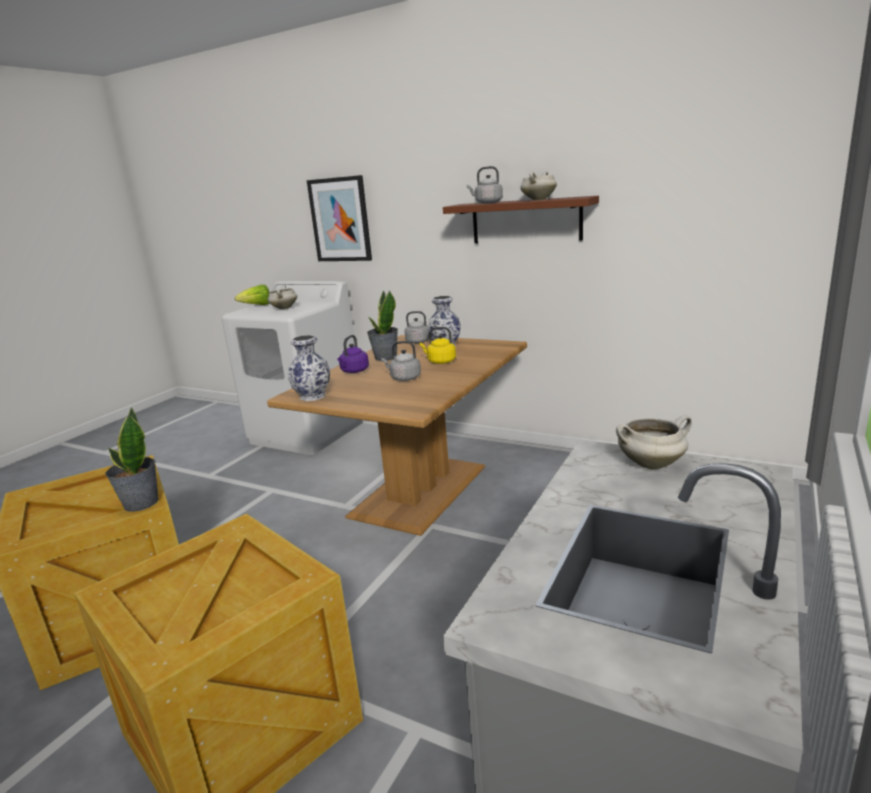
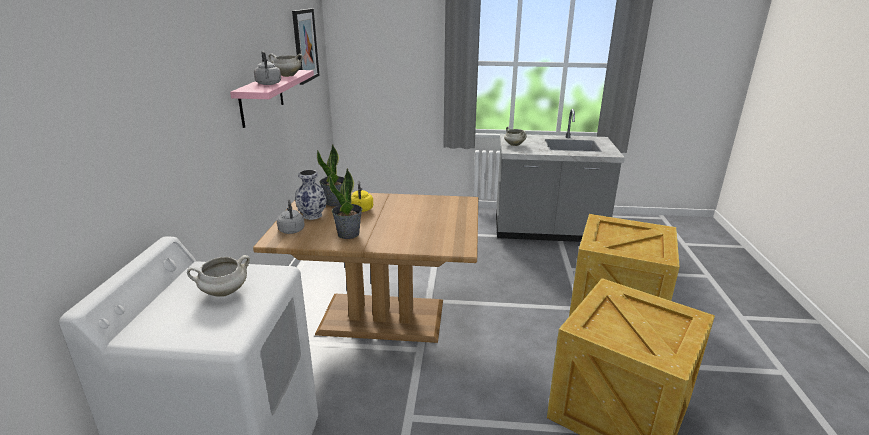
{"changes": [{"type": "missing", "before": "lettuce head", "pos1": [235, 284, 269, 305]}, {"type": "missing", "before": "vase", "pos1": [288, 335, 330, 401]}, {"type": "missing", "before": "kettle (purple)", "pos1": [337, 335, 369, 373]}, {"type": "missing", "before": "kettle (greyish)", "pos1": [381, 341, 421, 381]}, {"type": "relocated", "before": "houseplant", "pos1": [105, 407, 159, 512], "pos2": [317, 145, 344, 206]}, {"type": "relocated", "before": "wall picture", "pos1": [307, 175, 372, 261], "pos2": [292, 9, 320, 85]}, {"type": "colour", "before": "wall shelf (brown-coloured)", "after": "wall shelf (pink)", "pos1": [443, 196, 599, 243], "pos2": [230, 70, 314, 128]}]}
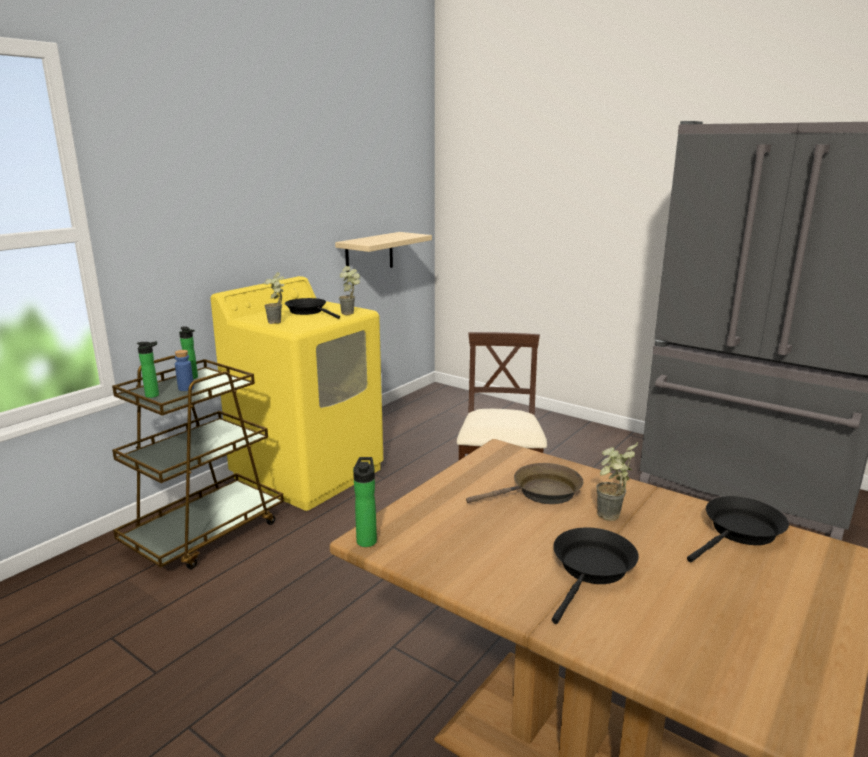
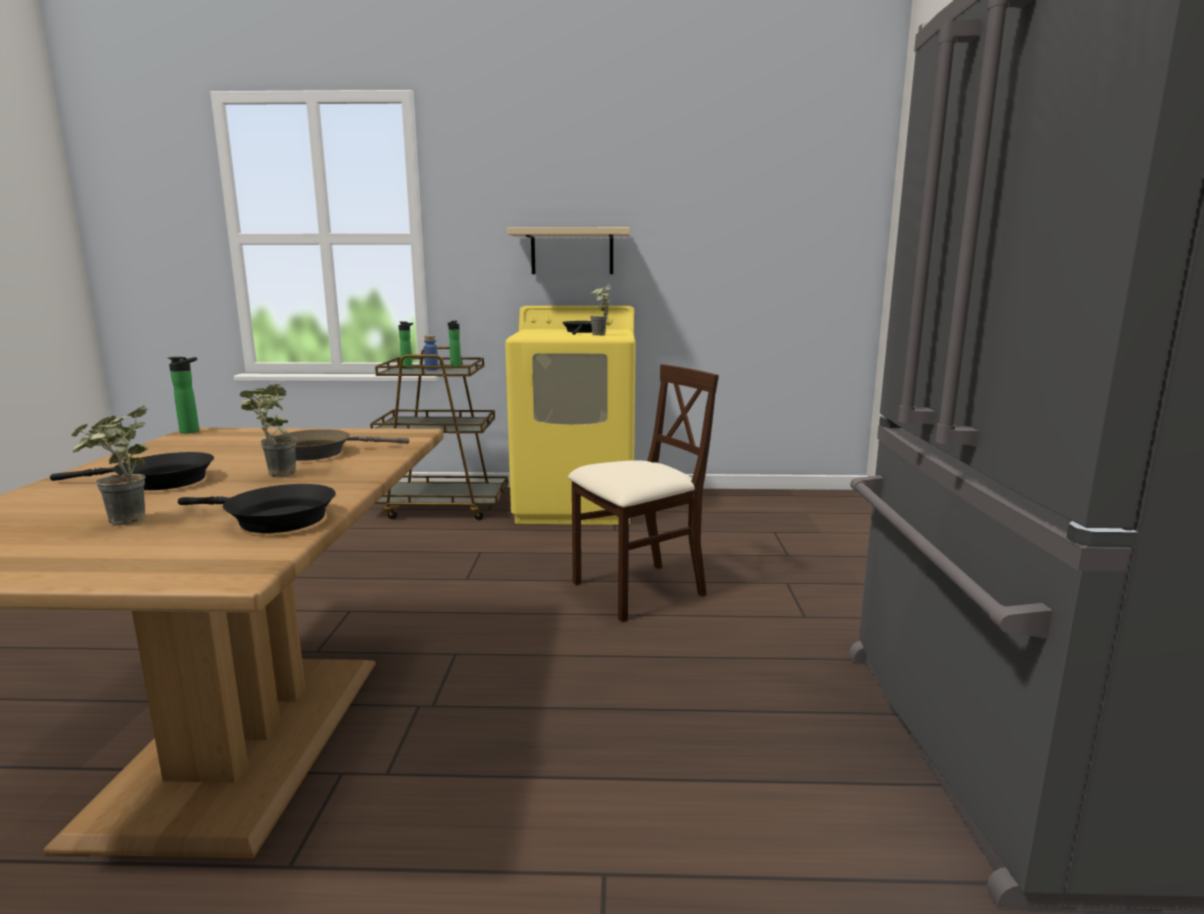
{"changes": [{"type": "relocated", "before": "houseplant", "pos1": [264, 272, 284, 324], "pos2": [72, 406, 148, 526]}, {"type": "relocated", "before": "wall shelf (sand-coloured)", "pos1": [335, 232, 432, 272], "pos2": [507, 227, 630, 274]}, {"type": "spun", "before": "frying pan (brown-coloured)", "pos1": [466, 463, 583, 504], "pos2": [277, 429, 409, 461], "turn": 120}]}
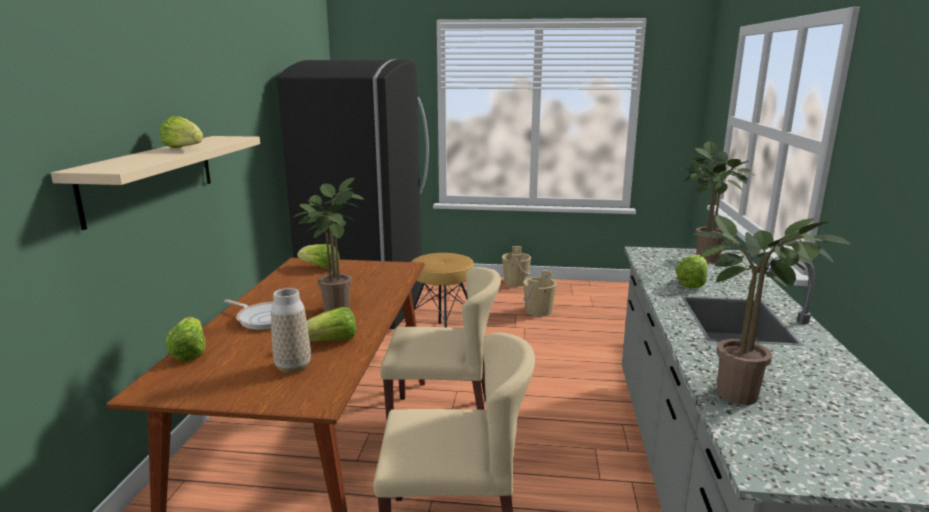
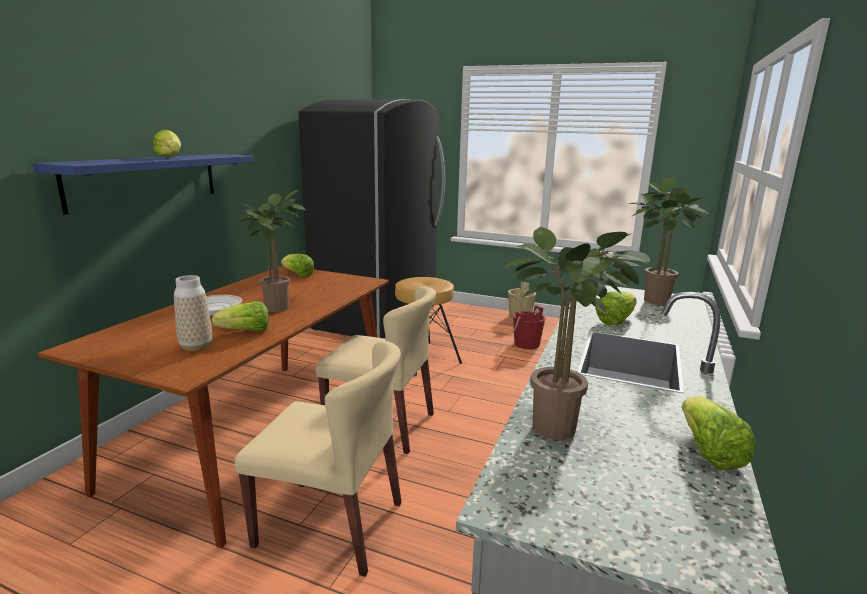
{"changes": [{"type": "relocated", "before": "lettuce head", "pos1": [166, 317, 206, 361], "pos2": [682, 396, 755, 470]}, {"type": "colour", "before": "wall shelf (sand-coloured)", "after": "wall shelf (blue-coloured)", "pos1": [51, 136, 260, 230], "pos2": [33, 154, 254, 215]}, {"type": "colour", "before": "water bucket (sand-coloured)", "after": "water bucket (reddish)", "pos1": [523, 270, 557, 316], "pos2": [512, 305, 545, 349]}]}
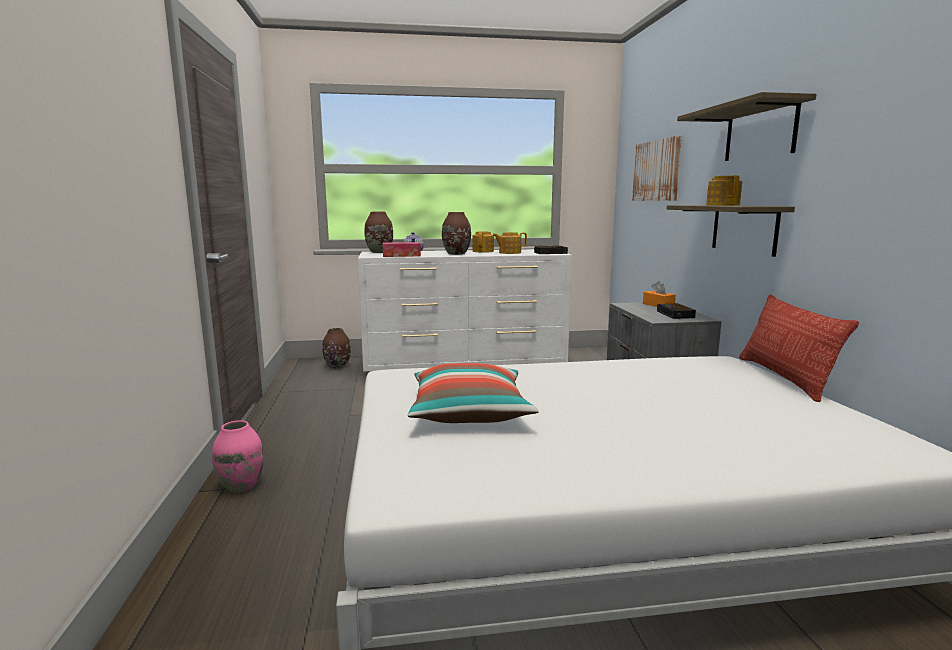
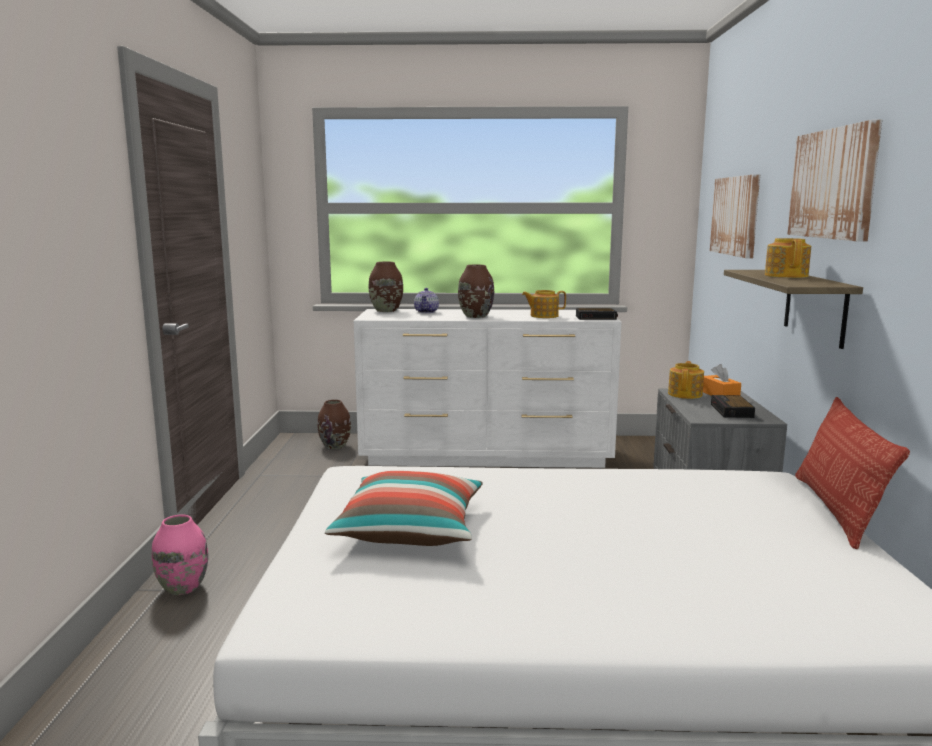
{"changes": [{"type": "missing", "before": "box of tissues", "pos1": [383, 242, 421, 257]}, {"type": "relocated", "before": "tea pot", "pos1": [472, 231, 494, 253], "pos2": [668, 361, 704, 399]}, {"type": "exchanged", "before": "wall shelf", "after": "wall picture", "pos1": [677, 92, 817, 161], "pos2": [787, 120, 882, 241]}]}
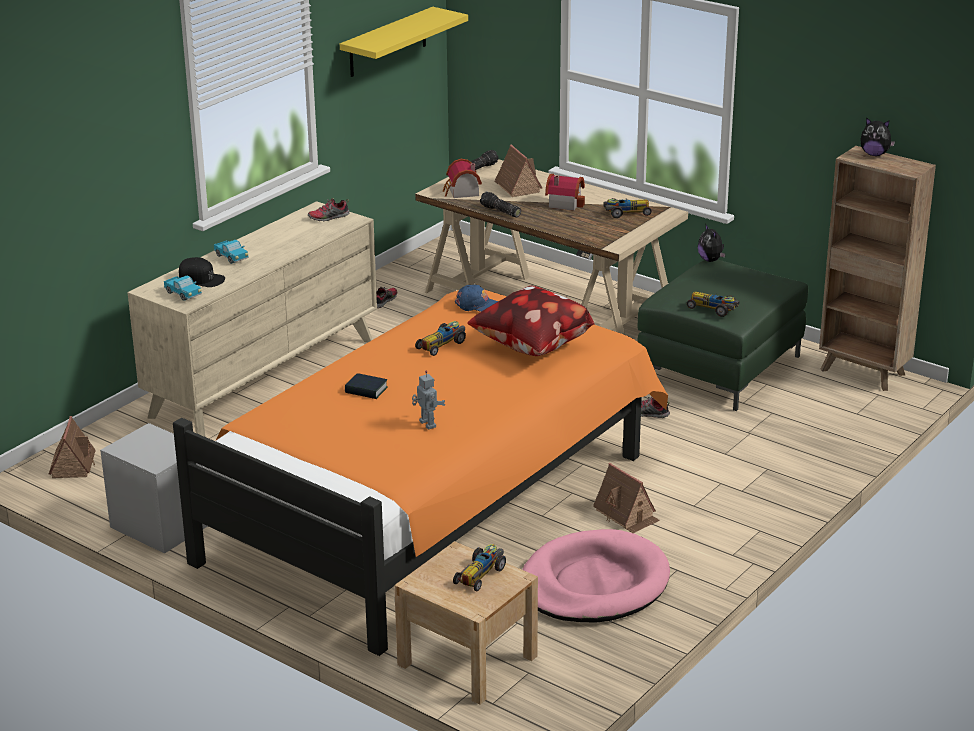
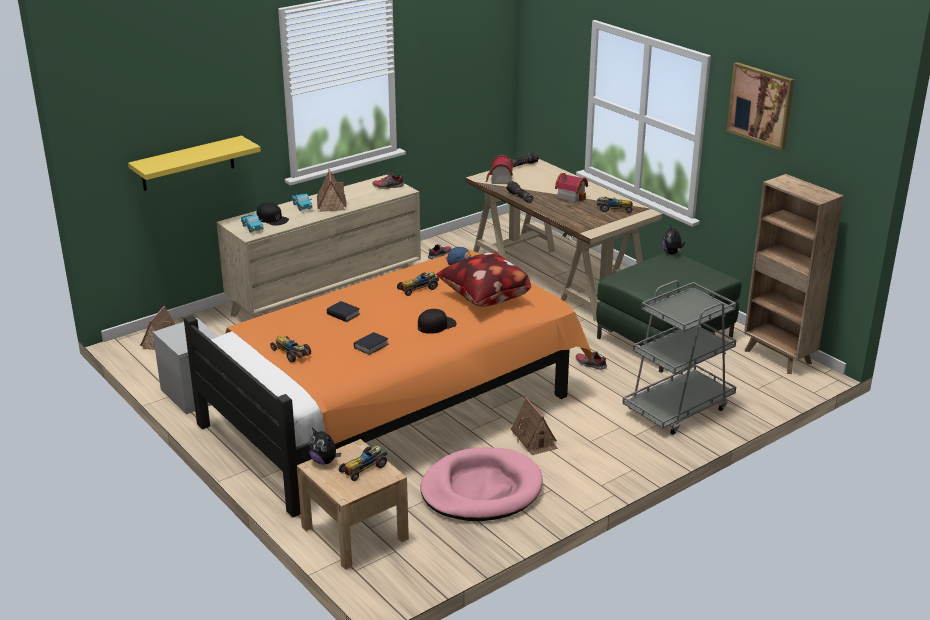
{"changes": [{"type": "appeared", "after": "cap (blackish)", "pos2": [418, 309, 457, 334]}, {"type": "appeared", "after": "wheeled cart (greyish)", "pos2": [622, 280, 736, 435]}, {"type": "appeared", "after": "wall picture", "pos2": [726, 62, 794, 151]}, {"type": "relocated", "before": "wall shelf (yellowish)", "pos1": [340, 7, 468, 77], "pos2": [128, 136, 261, 191]}, {"type": "relocated", "before": "model house", "pos1": [495, 145, 542, 197], "pos2": [317, 169, 347, 212]}, {"type": "relocated", "before": "model car", "pos1": [687, 292, 739, 317], "pos2": [270, 336, 311, 363]}, {"type": "relocated", "before": "soft toy", "pos1": [860, 117, 895, 156], "pos2": [308, 428, 341, 464]}, {"type": "exchanged", "before": "robot figure", "after": "bound book", "pos1": [412, 371, 445, 430], "pos2": [354, 332, 389, 355]}]}
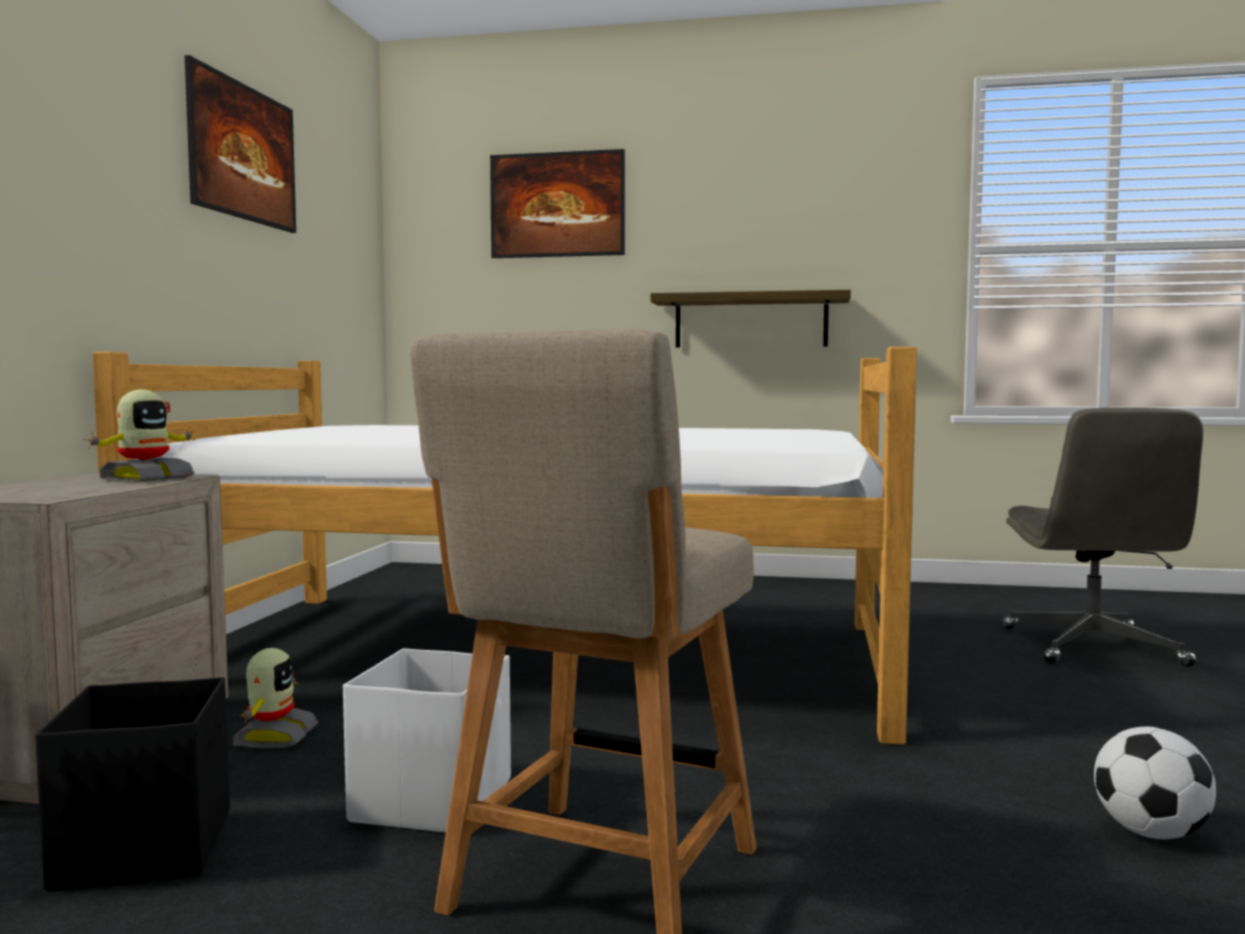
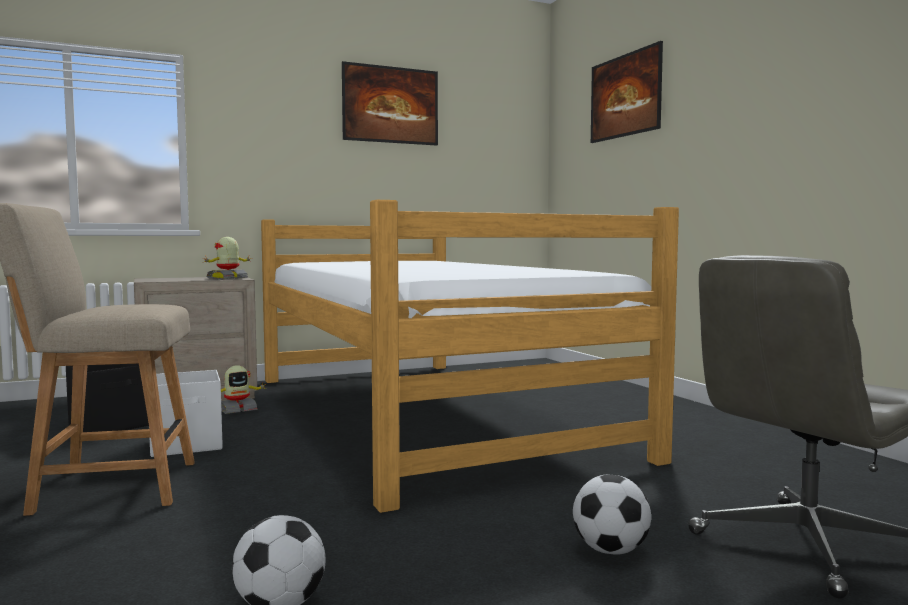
{"changes": [{"type": "missing", "before": "wall shelf", "pos1": [651, 290, 851, 347]}, {"type": "appeared", "after": "football ball", "pos2": [573, 475, 651, 555]}, {"type": "spun", "before": "robot figure", "pos1": [83, 389, 195, 483], "pos2": [202, 237, 251, 279], "turn": 135}]}
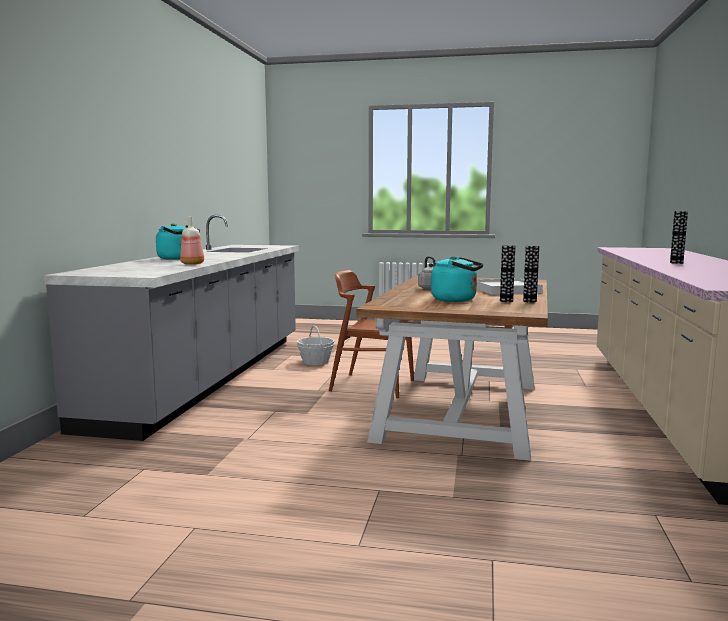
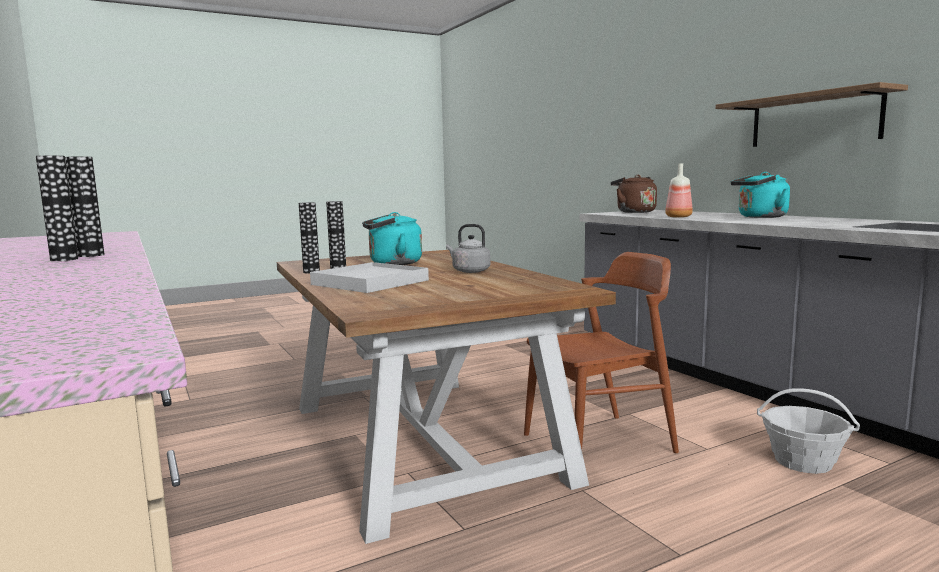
{"changes": [{"type": "appeared", "after": "vase", "pos2": [65, 157, 105, 257]}, {"type": "appeared", "after": "kettle (brown-coloured)", "pos2": [610, 175, 657, 213]}, {"type": "appeared", "after": "wall shelf", "pos2": [715, 82, 908, 147]}]}
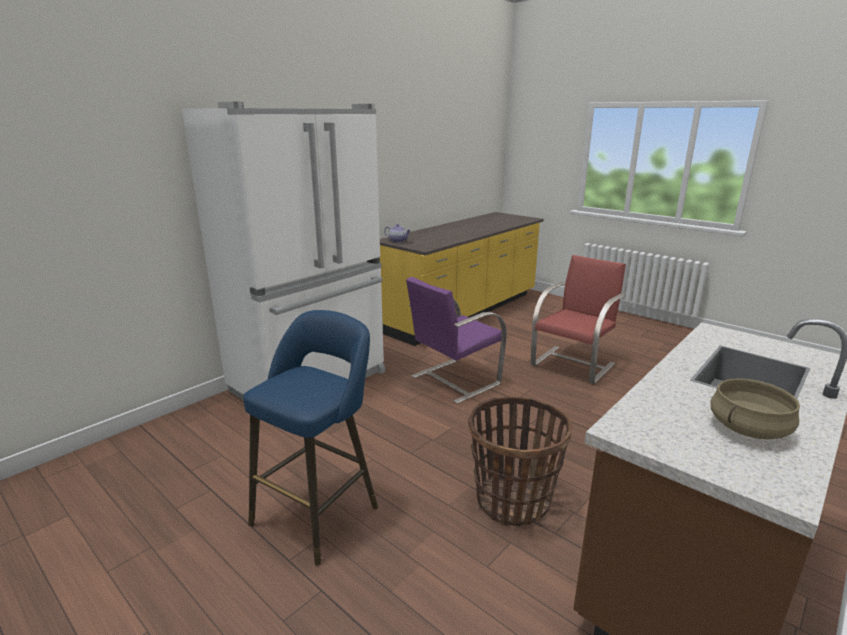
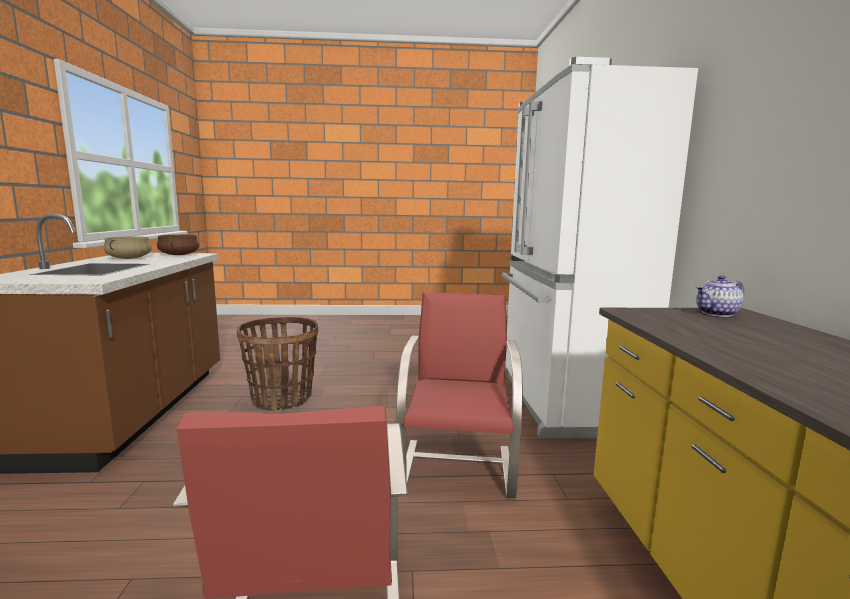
{"changes": [{"type": "missing", "before": "stool seat (blue-coloured)", "pos1": [243, 310, 378, 566]}, {"type": "appeared", "after": "saucepot (brown-coloured)", "pos2": [157, 235, 199, 255]}, {"type": "colour", "before": "chair (purple)", "after": "chair (reddish)", "pos1": [406, 277, 507, 404], "pos2": [396, 292, 523, 498]}]}
